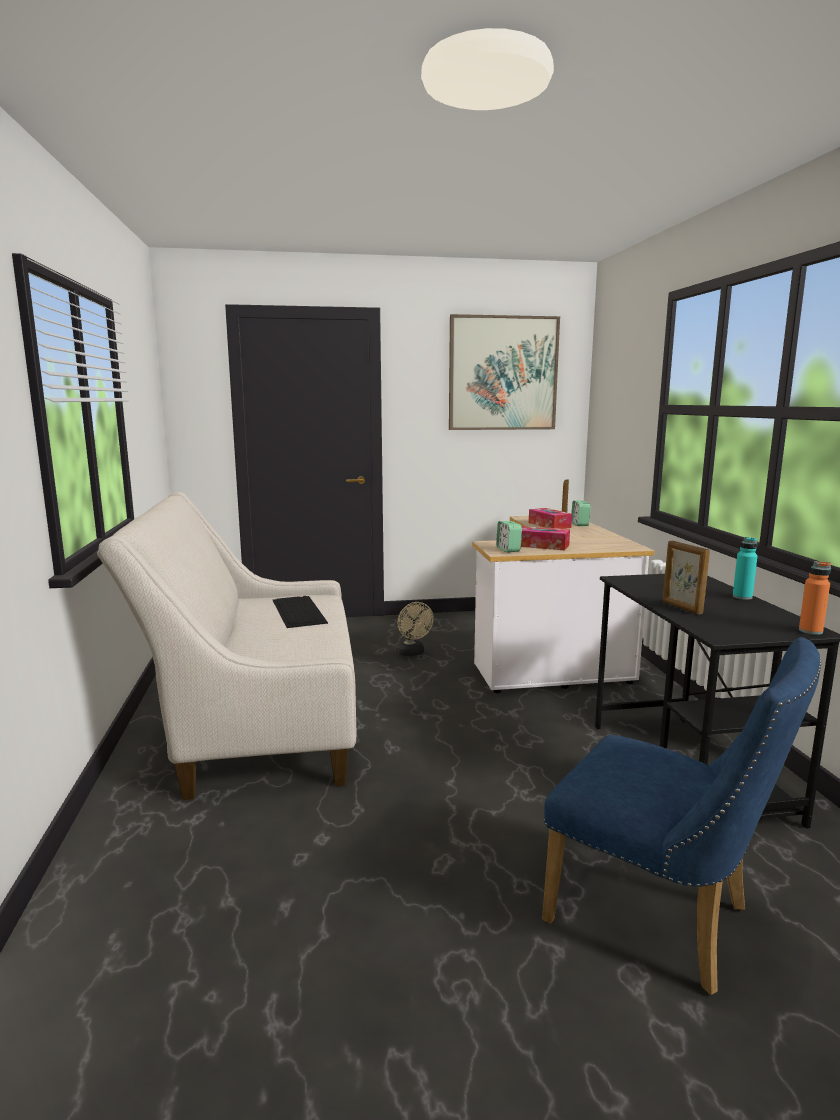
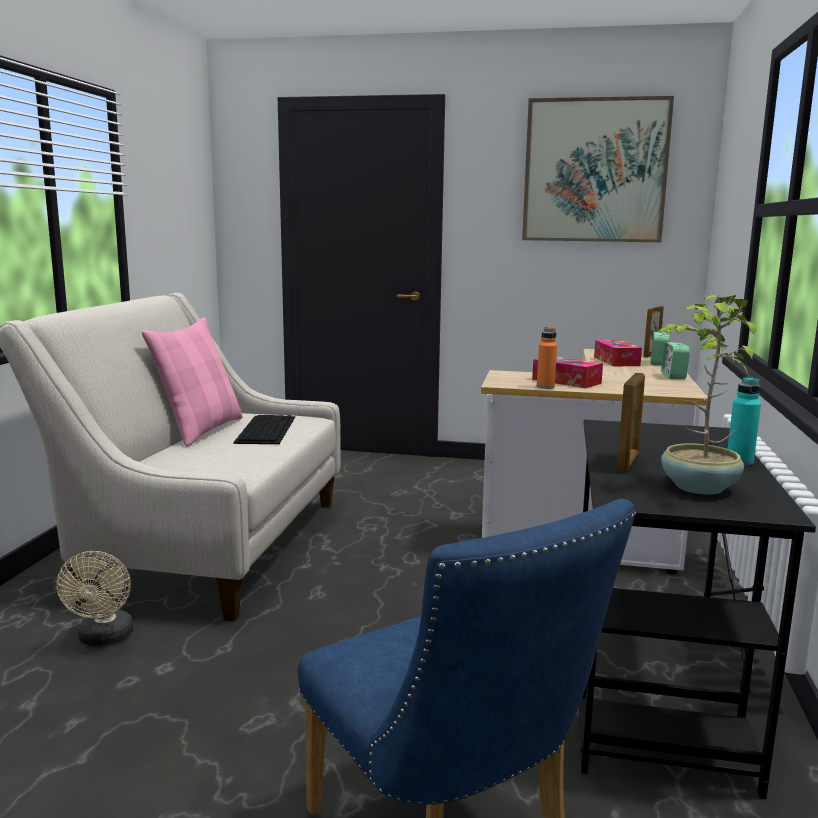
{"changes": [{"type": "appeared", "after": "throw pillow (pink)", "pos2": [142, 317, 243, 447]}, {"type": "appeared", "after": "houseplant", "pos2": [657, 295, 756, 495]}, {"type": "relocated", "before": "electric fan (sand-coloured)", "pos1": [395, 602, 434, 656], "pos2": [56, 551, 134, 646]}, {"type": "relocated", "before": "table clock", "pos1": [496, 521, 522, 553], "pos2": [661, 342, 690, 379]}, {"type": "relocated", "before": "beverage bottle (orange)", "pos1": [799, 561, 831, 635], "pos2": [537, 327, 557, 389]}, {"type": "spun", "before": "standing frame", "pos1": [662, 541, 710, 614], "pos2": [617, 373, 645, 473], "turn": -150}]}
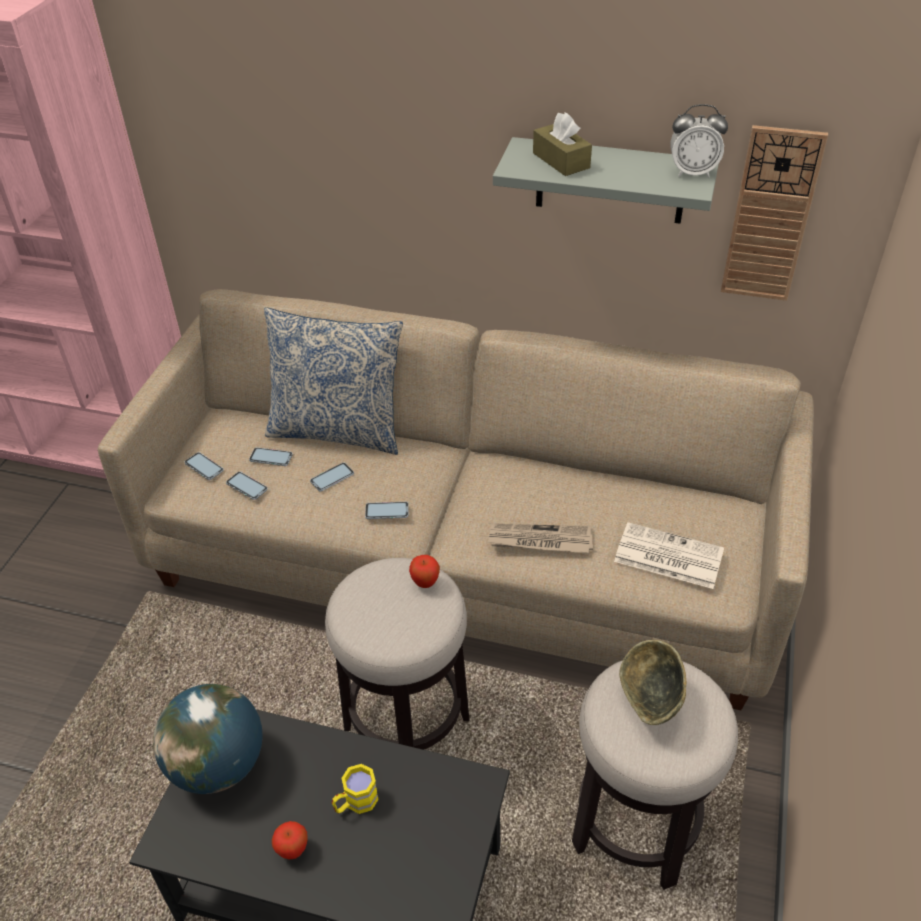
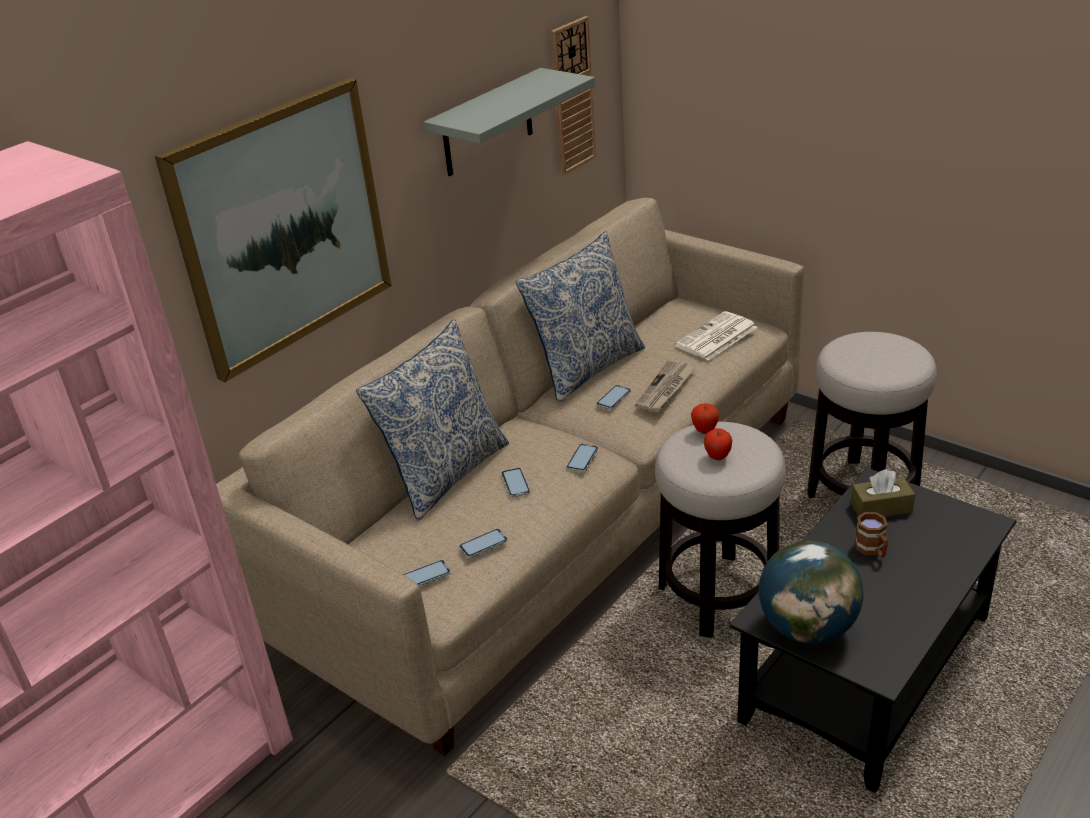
{"changes": [{"type": "missing", "before": "serving bowl", "pos1": [619, 640, 686, 725]}, {"type": "missing", "before": "table clock", "pos1": [670, 104, 728, 177]}, {"type": "appeared", "after": "wall picture", "pos2": [155, 78, 391, 382]}, {"type": "appeared", "after": "throw pillow", "pos2": [516, 231, 645, 403]}, {"type": "relocated", "before": "phone", "pos1": [249, 447, 293, 466], "pos2": [596, 385, 631, 409]}, {"type": "relocated", "before": "apple fruit", "pos1": [272, 821, 308, 859], "pos2": [704, 428, 732, 460]}, {"type": "relocated", "before": "box of tissues (brown-coloured)", "pos1": [533, 112, 592, 176], "pos2": [851, 469, 915, 517]}, {"type": "colour", "before": "mug (yellowish)", "after": "mug (brown-coloured)", "pos1": [332, 764, 379, 814], "pos2": [855, 512, 888, 557]}]}
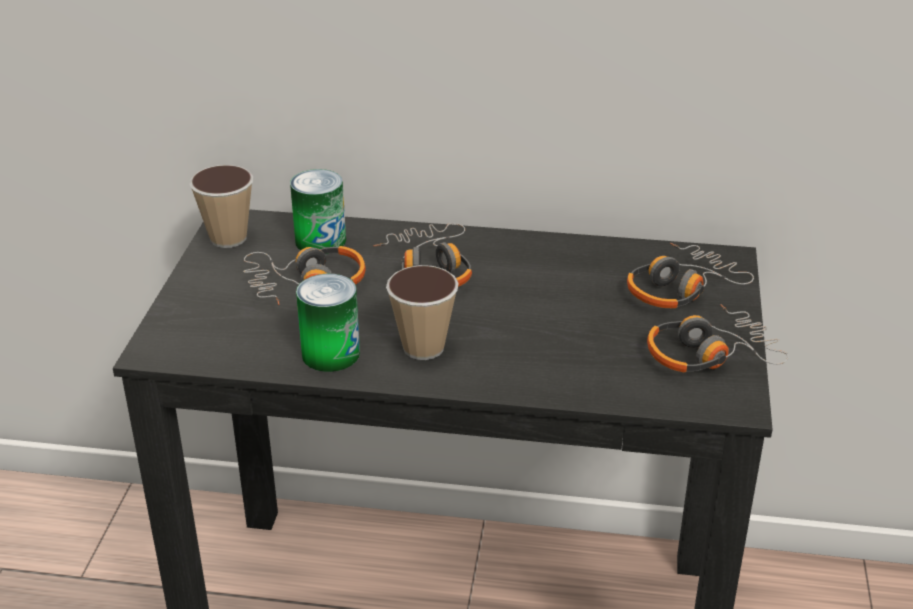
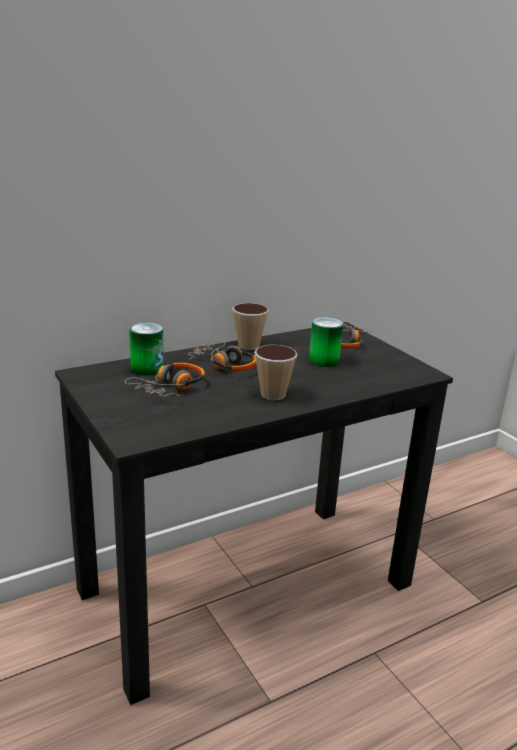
{"changes": [{"type": "missing", "before": "pair of headphones", "pos1": [647, 304, 789, 372]}, {"type": "relocated", "before": "cup", "pos1": [189, 165, 253, 248], "pos2": [232, 303, 269, 350]}, {"type": "relocated", "before": "can", "pos1": [296, 274, 360, 372], "pos2": [309, 317, 343, 367]}]}
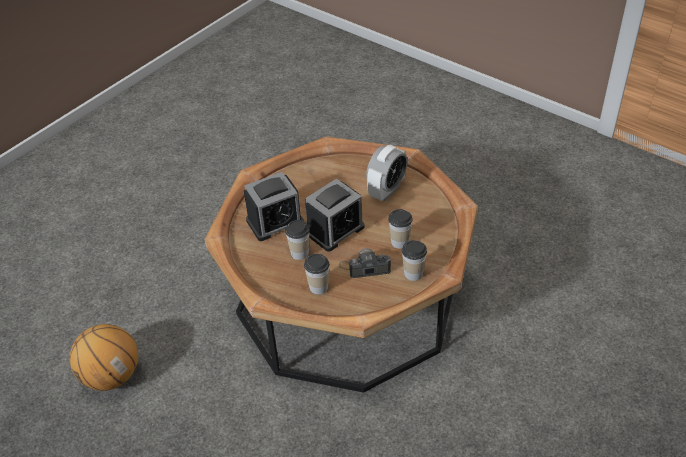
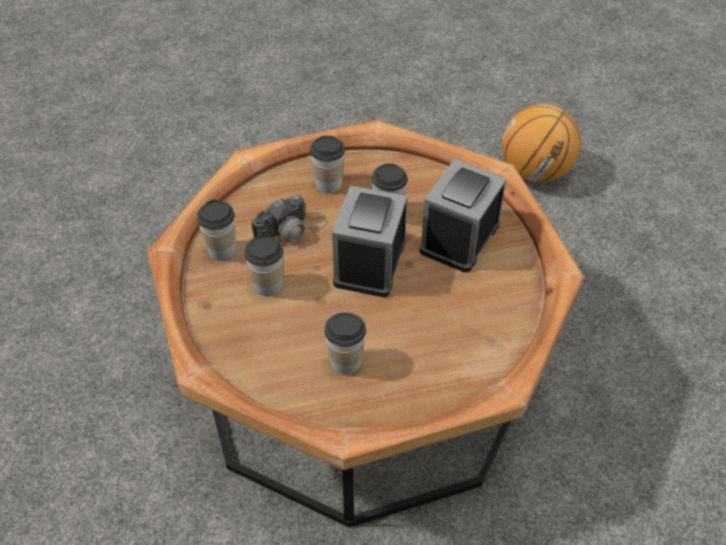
{"changes": [{"type": "exchanged", "before": "table clock", "after": "cup", "pos1": [366, 145, 408, 201], "pos2": [324, 312, 366, 375]}]}
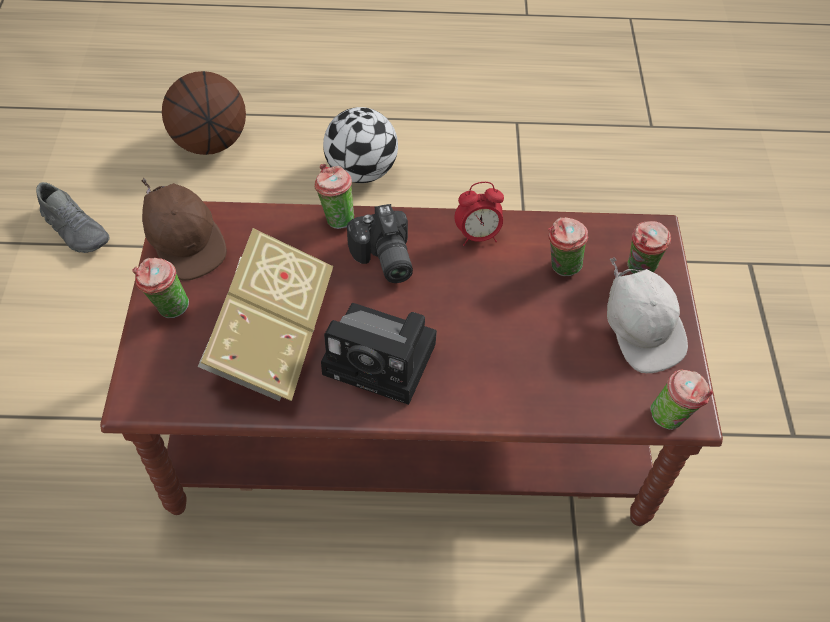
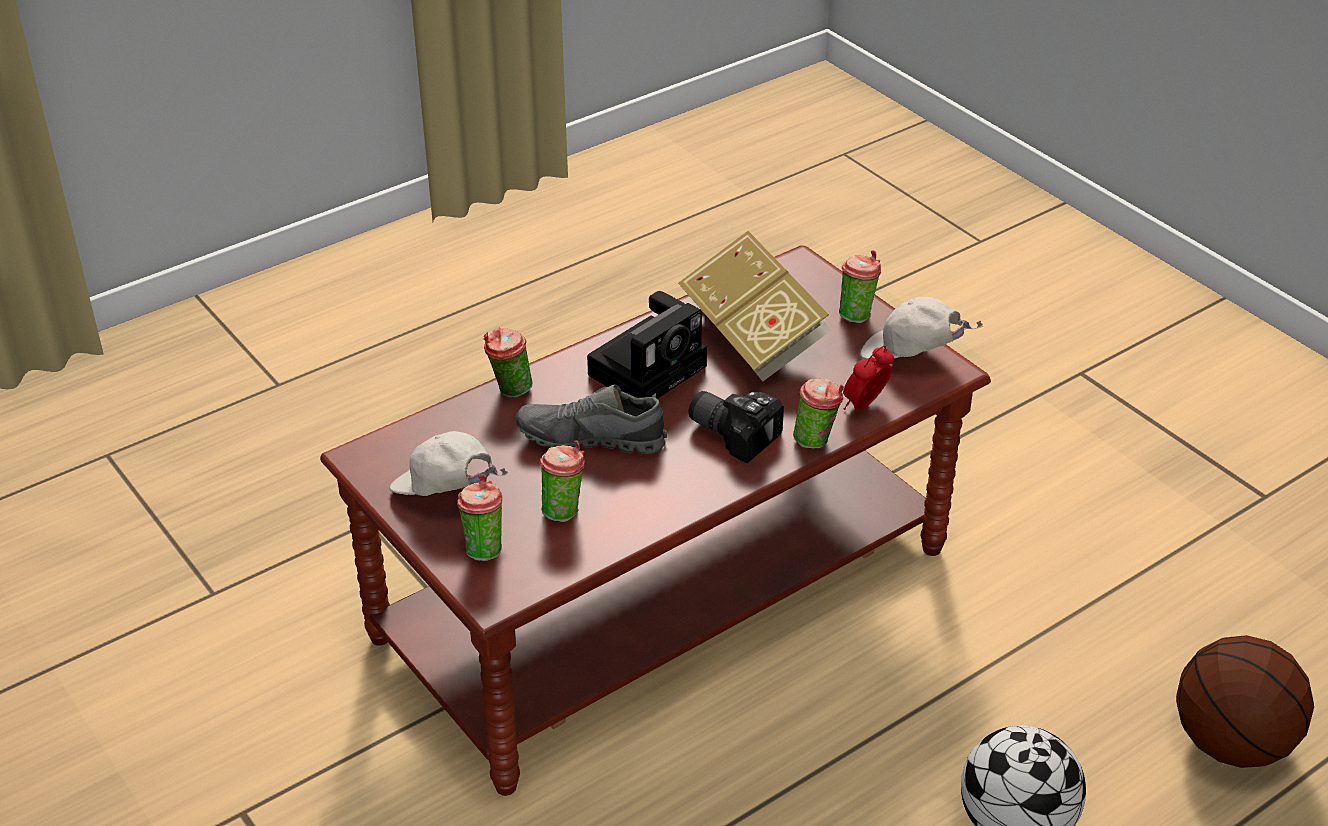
{"changes": [{"type": "relocated", "before": "shoe (greyish)", "pos1": [36, 182, 109, 253], "pos2": [516, 384, 667, 454]}, {"type": "relocated", "before": "table clock", "pos1": [454, 182, 504, 246], "pos2": [843, 346, 894, 410]}, {"type": "relocated", "before": "cup", "pos1": [650, 370, 713, 430], "pos2": [484, 327, 532, 398]}, {"type": "colour", "before": "cap (brown-coloured)", "after": "cap (white-coloured)", "pos1": [142, 178, 227, 281], "pos2": [860, 297, 983, 359]}, {"type": "spun", "before": "photo camera", "pos1": [321, 303, 437, 405], "pos2": [587, 291, 707, 399], "turn": 150}]}
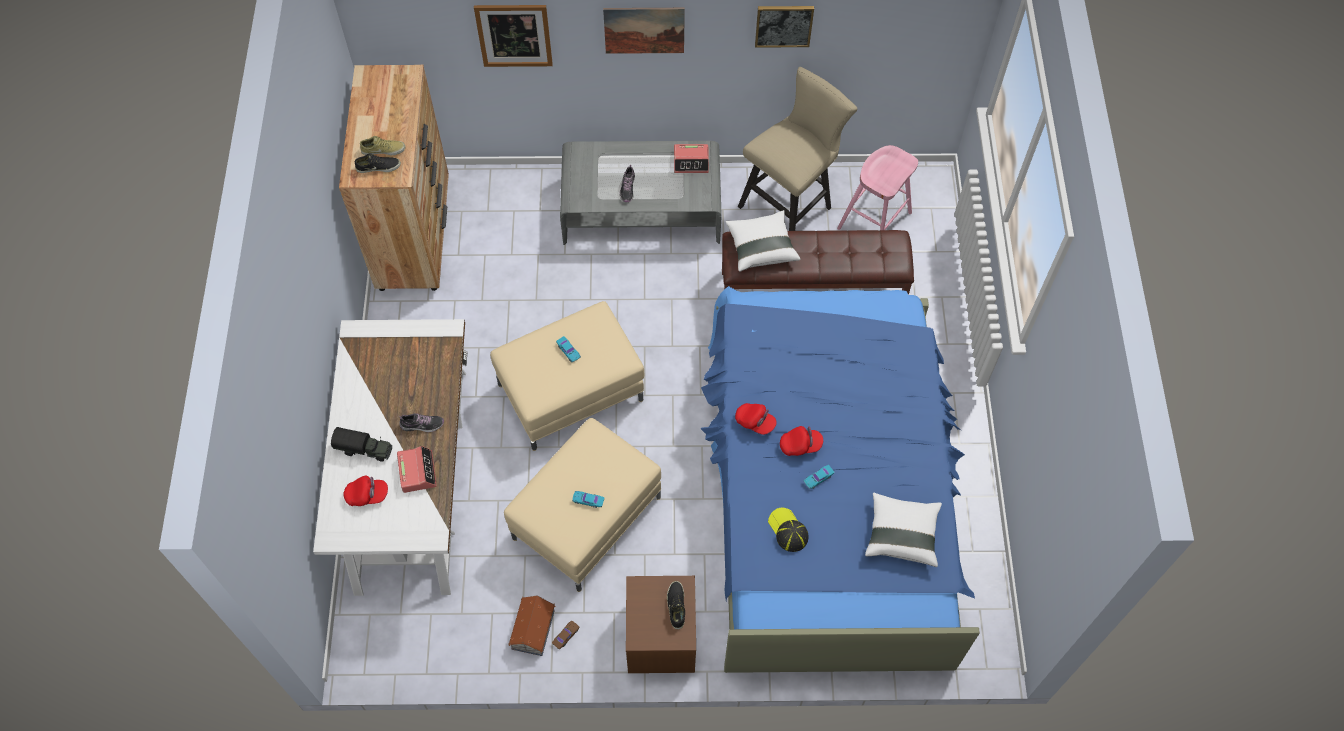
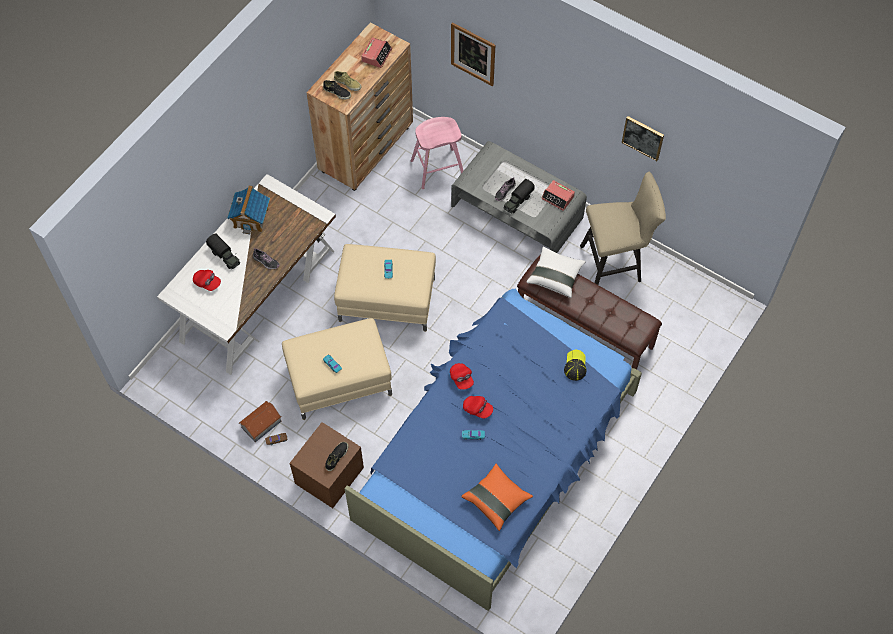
{"changes": [{"type": "missing", "before": "wall picture", "pos1": [603, 8, 685, 54]}, {"type": "appeared", "after": "model house", "pos2": [227, 185, 270, 234]}, {"type": "appeared", "after": "model truck", "pos2": [503, 179, 535, 213]}, {"type": "relocated", "before": "table clock", "pos1": [397, 446, 437, 493], "pos2": [361, 37, 392, 68]}, {"type": "relocated", "before": "cap", "pos1": [768, 507, 808, 552], "pos2": [564, 350, 586, 381]}, {"type": "relocated", "before": "stool seat (pink)", "pos1": [837, 145, 918, 230], "pos2": [411, 117, 464, 189]}, {"type": "colour", "before": "throw pillow (white-coloured)", "after": "throw pillow (orange)", "pos1": [865, 493, 942, 567], "pos2": [461, 464, 533, 531]}]}
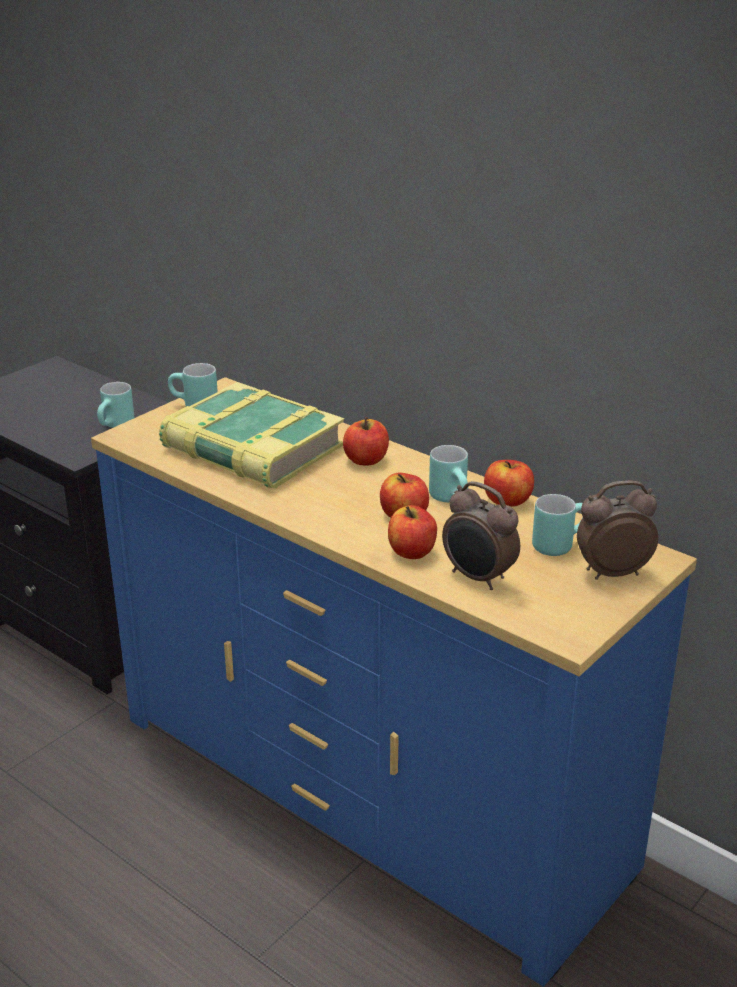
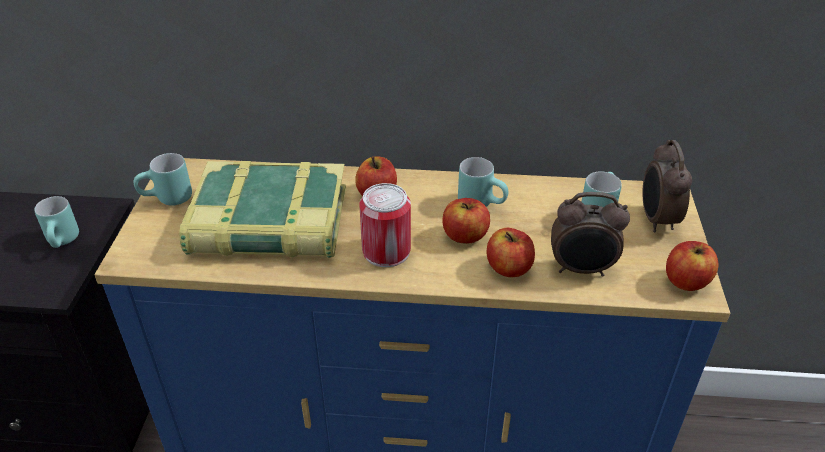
{"changes": [{"type": "appeared", "after": "can", "pos2": [359, 183, 411, 267]}, {"type": "relocated", "before": "apple fruit", "pos1": [484, 460, 534, 507], "pos2": [666, 241, 719, 291]}, {"type": "spun", "before": "table clock", "pos1": [577, 480, 658, 580], "pos2": [643, 140, 692, 233], "turn": -45}]}
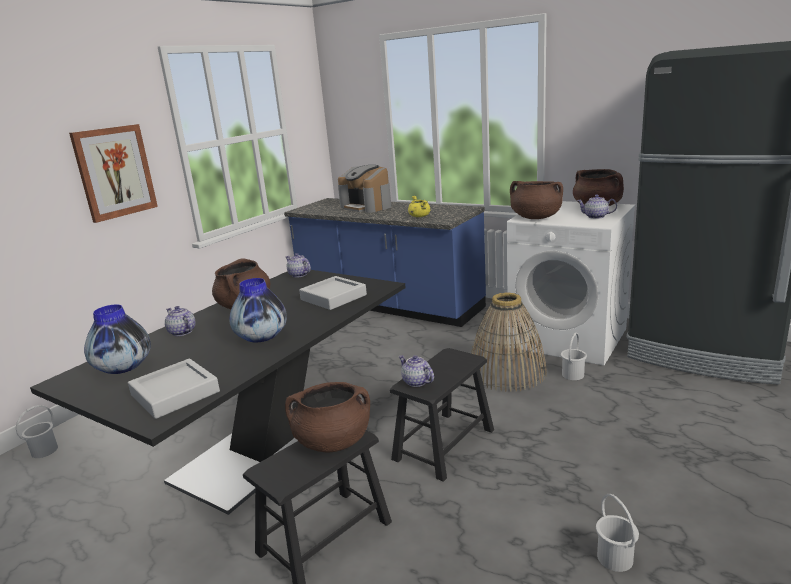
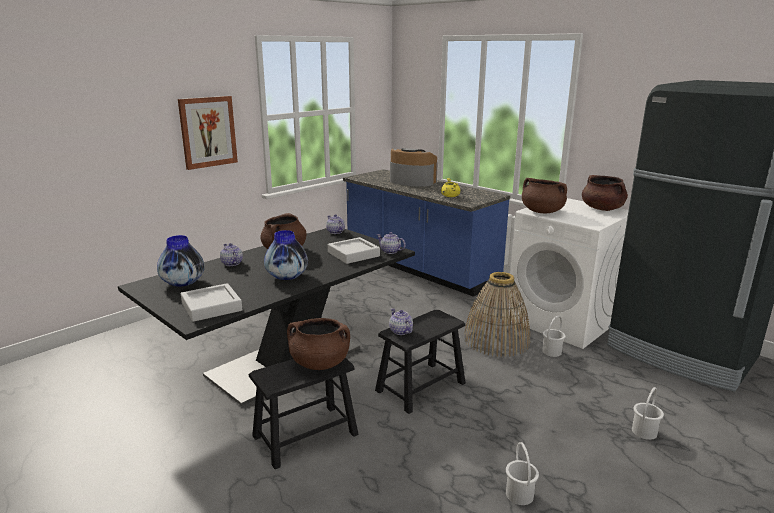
{"changes": [{"type": "relocated", "before": "water bucket (white-coloured)", "pos1": [16, 405, 58, 458], "pos2": [632, 387, 664, 440]}, {"type": "relocated", "before": "tea pot", "pos1": [577, 194, 617, 219], "pos2": [376, 232, 406, 254]}, {"type": "spun", "before": "coffee maker", "pos1": [338, 165, 391, 213], "pos2": [390, 148, 438, 187], "turn": 150}]}
